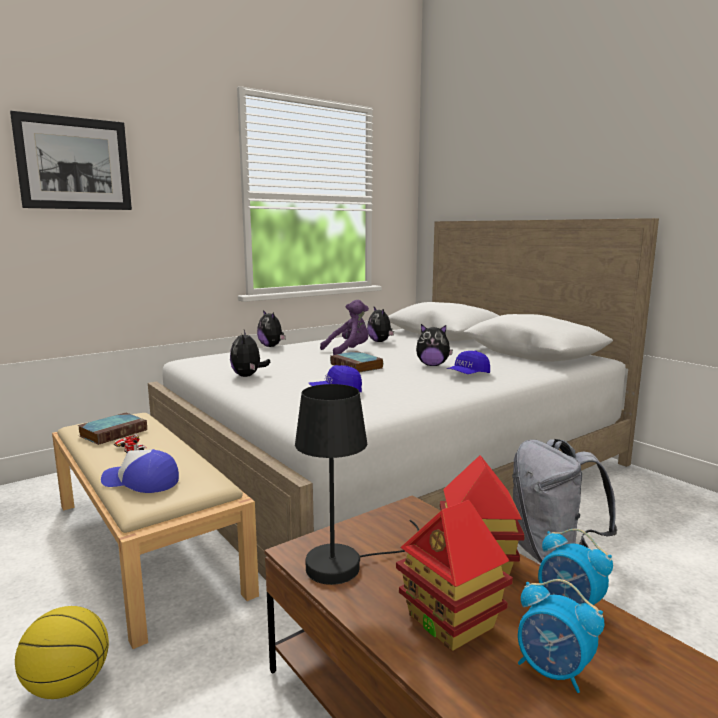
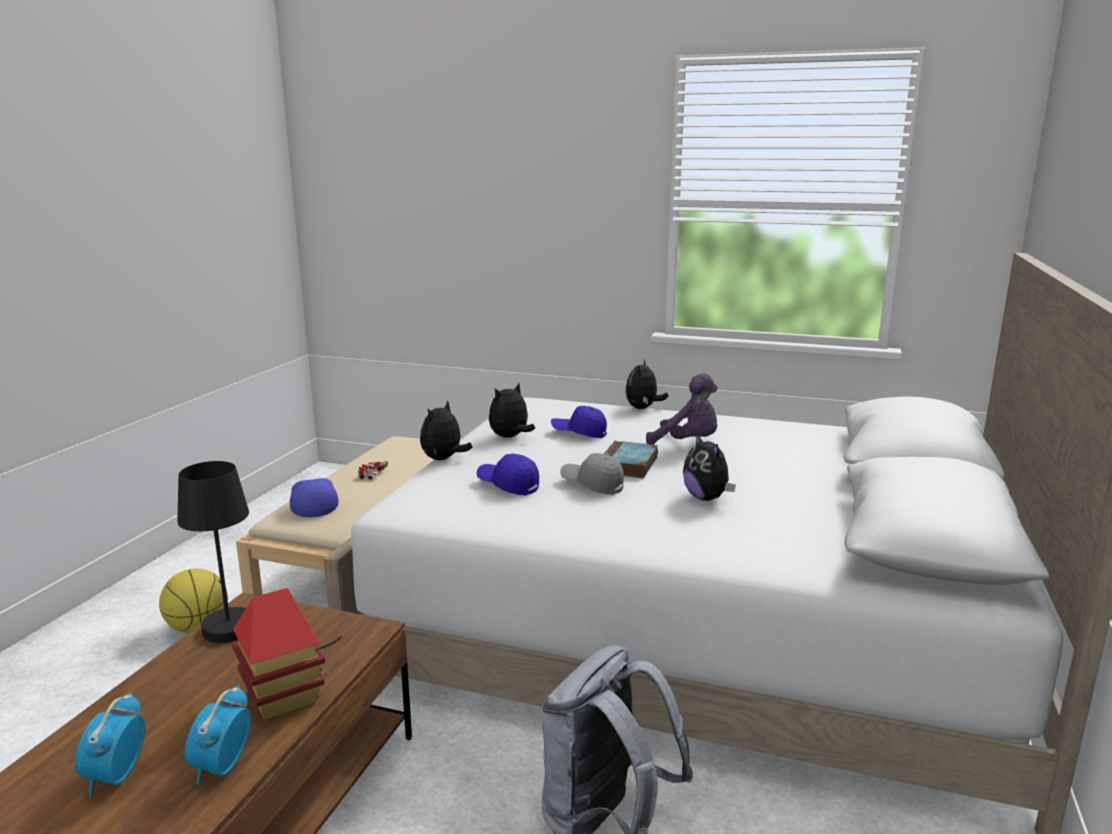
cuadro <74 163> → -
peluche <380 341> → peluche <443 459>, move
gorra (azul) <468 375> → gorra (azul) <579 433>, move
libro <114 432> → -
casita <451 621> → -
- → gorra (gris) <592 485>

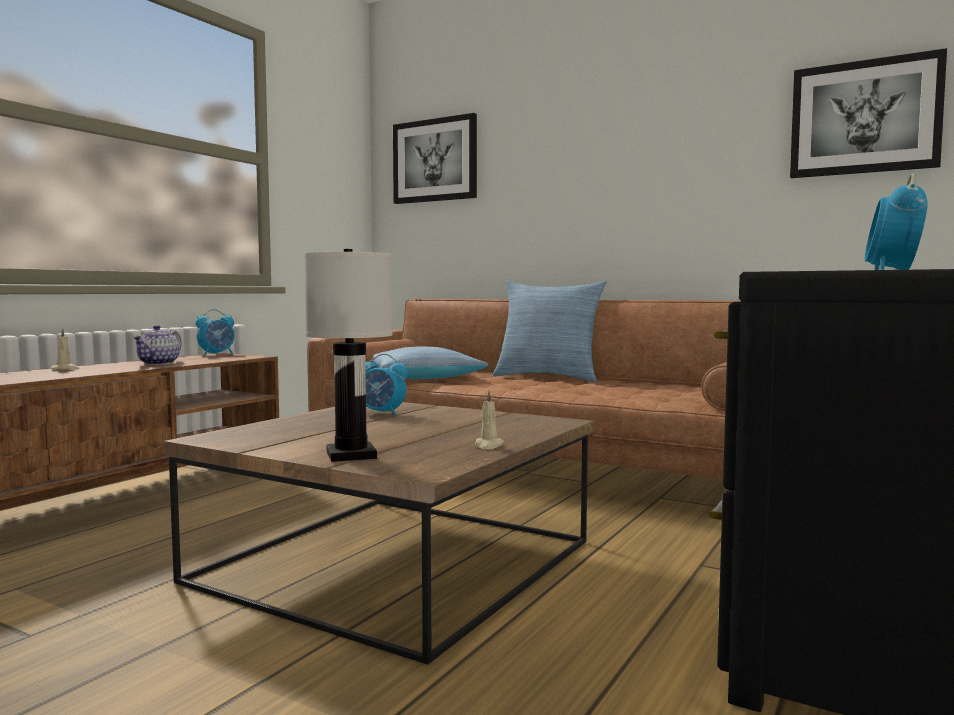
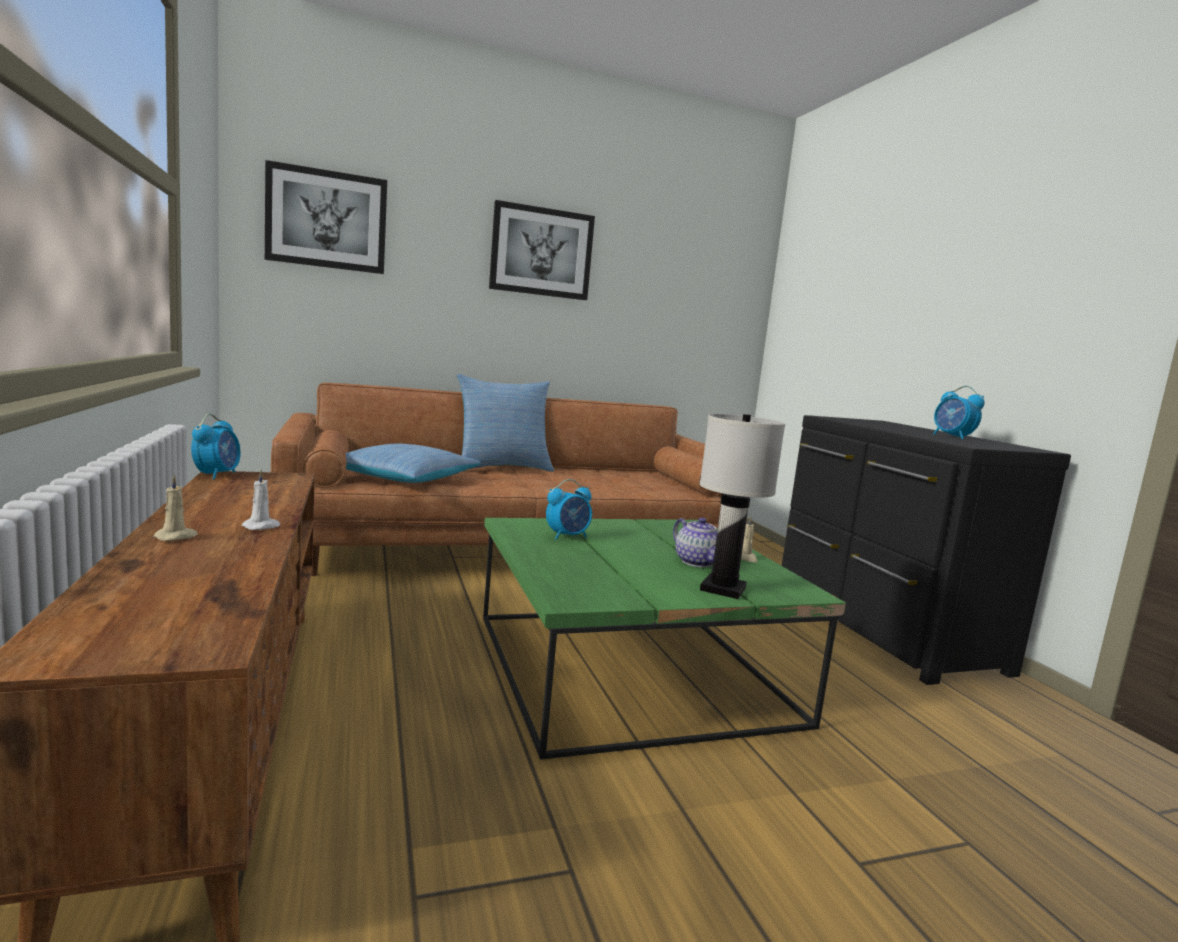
cuadro <864 117> → cuadro <541 252>, move
tetera <159 363> → tetera <697 562>, move
mesa de centro (marrón) <400 560> → mesa de centro (verde) <631 665>
- → vela (blanco) <262 526>

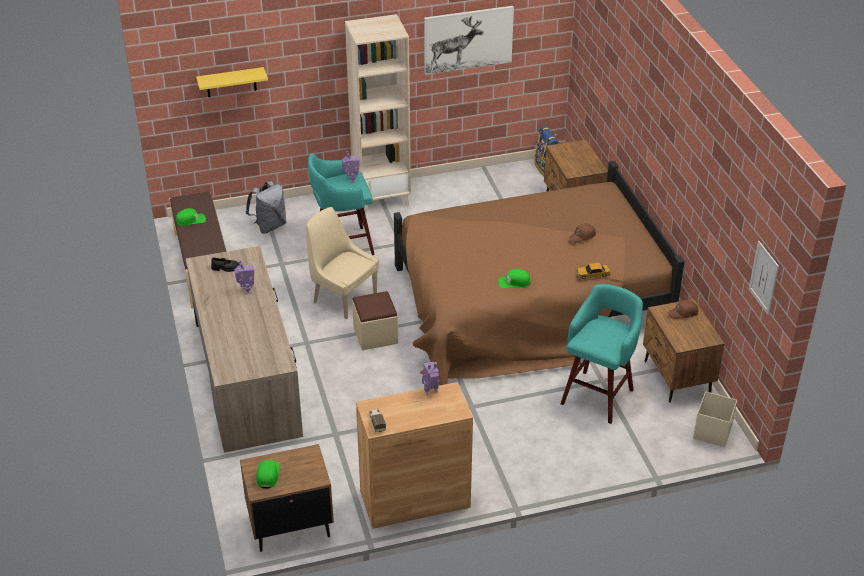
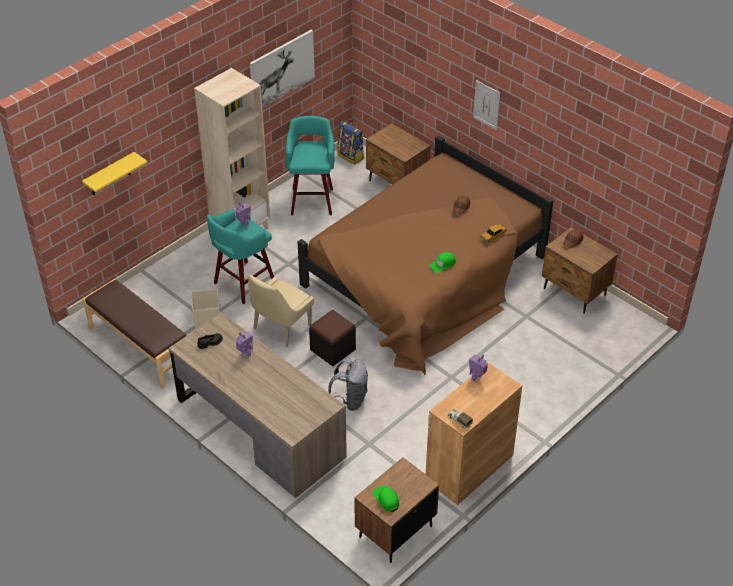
mochila (gris) <269 226> → mochila (gris) <350 400>, move
silla (beis) <343 297> → silla (beis) <280 328>, 60 degrees counterclockwise
gorra (verde) <190 220> → -
cuadro <764 277> → cuadro <486 105>, move
taburete (turquesa) <598 395> → taburete (turquesa) <312 200>, move
puf (beis) <375 335> → puf (negro) <333 349>
caja de almacenaje (beis) <713 431> → caja de almacenaje (beis) <208 319>, move

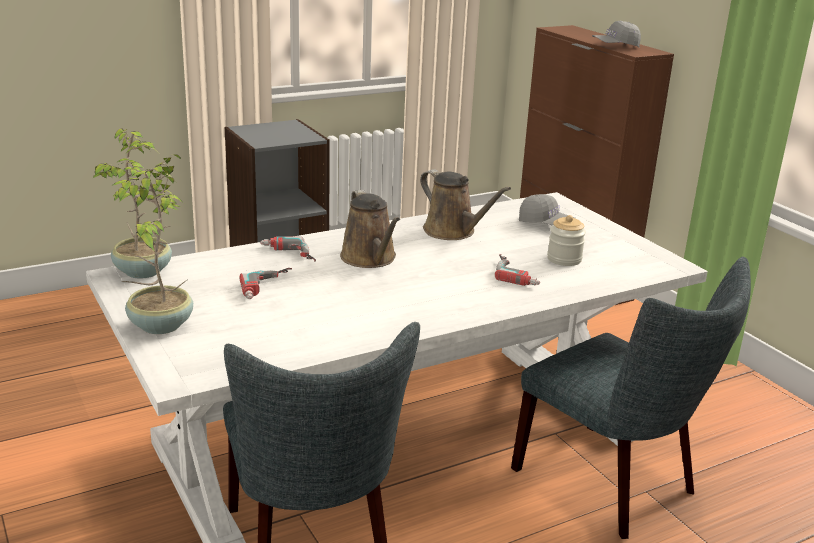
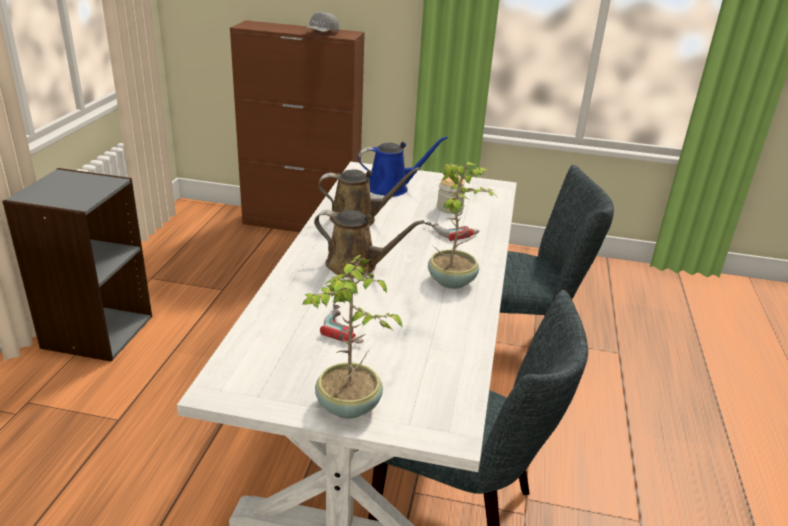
planta en maceta <144 272> → planta en maceta <453 281>, move
gorra (gris) <545 224> → regadera (azul) <392 188>
taladro <287 255> → -

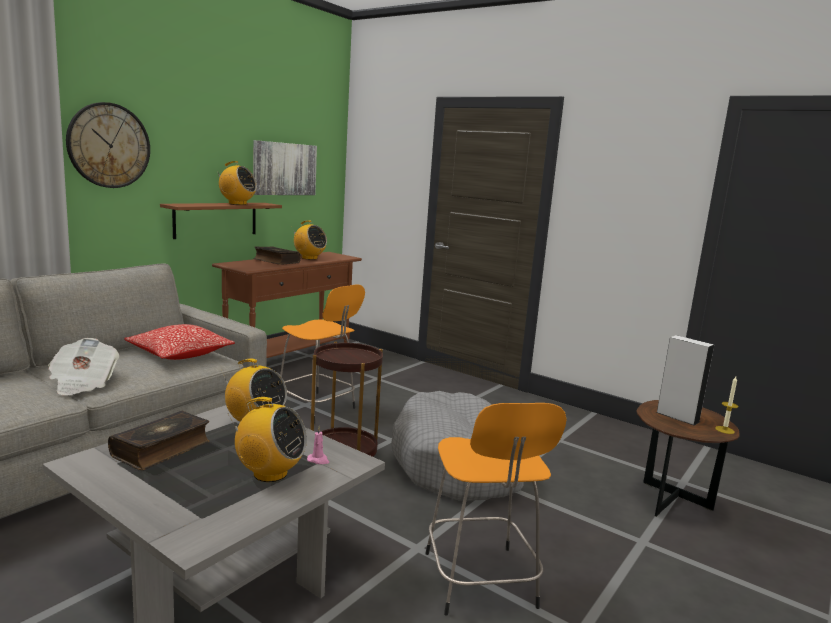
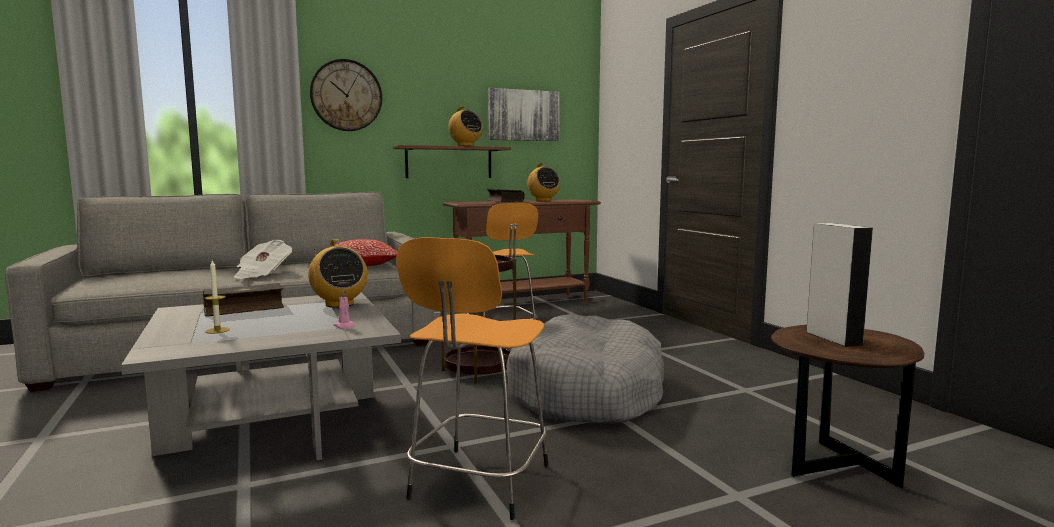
vela <724 430> → vela <217 330>, move
radio <269 473> → -

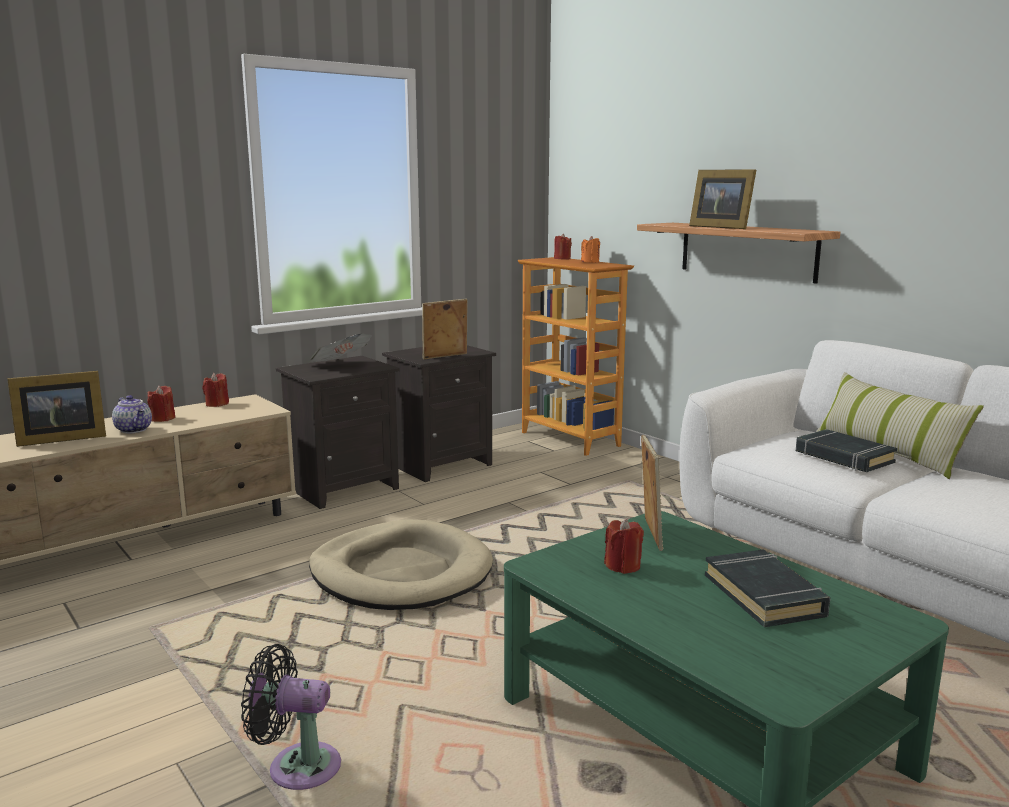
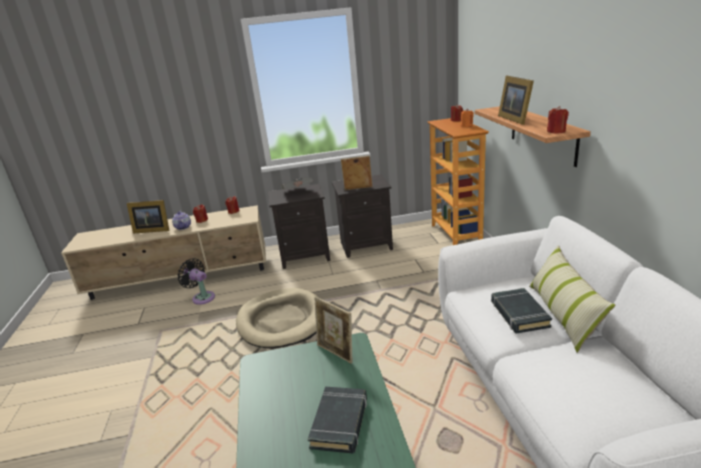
portarretratos <649 534> → portarretratos <336 353>, 105 degrees clockwise
vela (rojo) <623 566> → vela (rojo) <556 131>, move
ventilador (negro) <297 767> → ventilador (negro) <202 297>, move

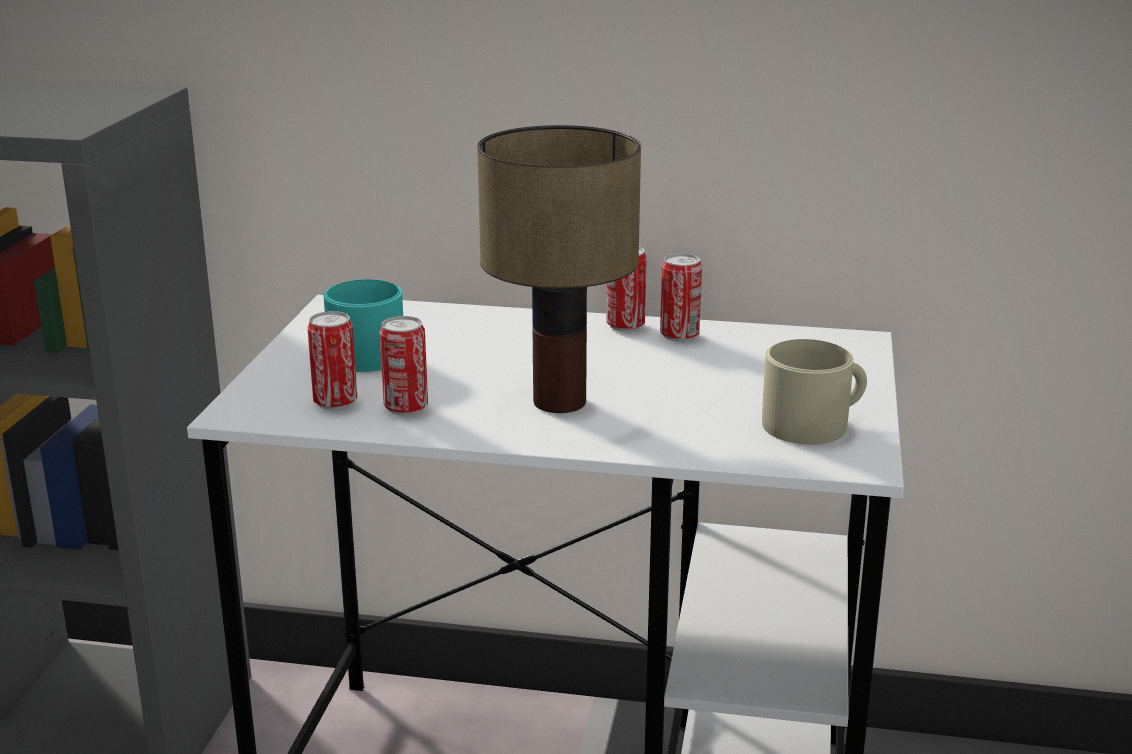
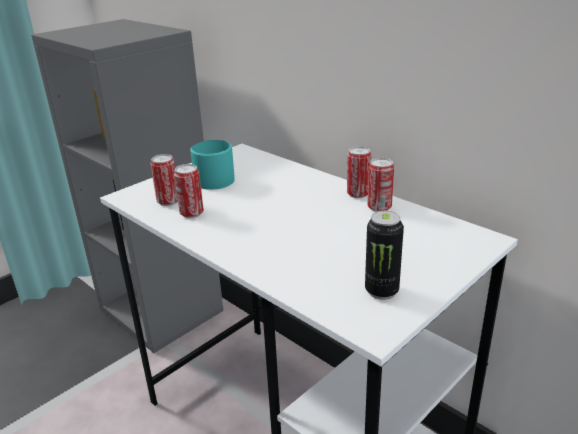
lámpara de mesa <556 402> → -
taza grande (beis) <814 424> → lata <381 291>

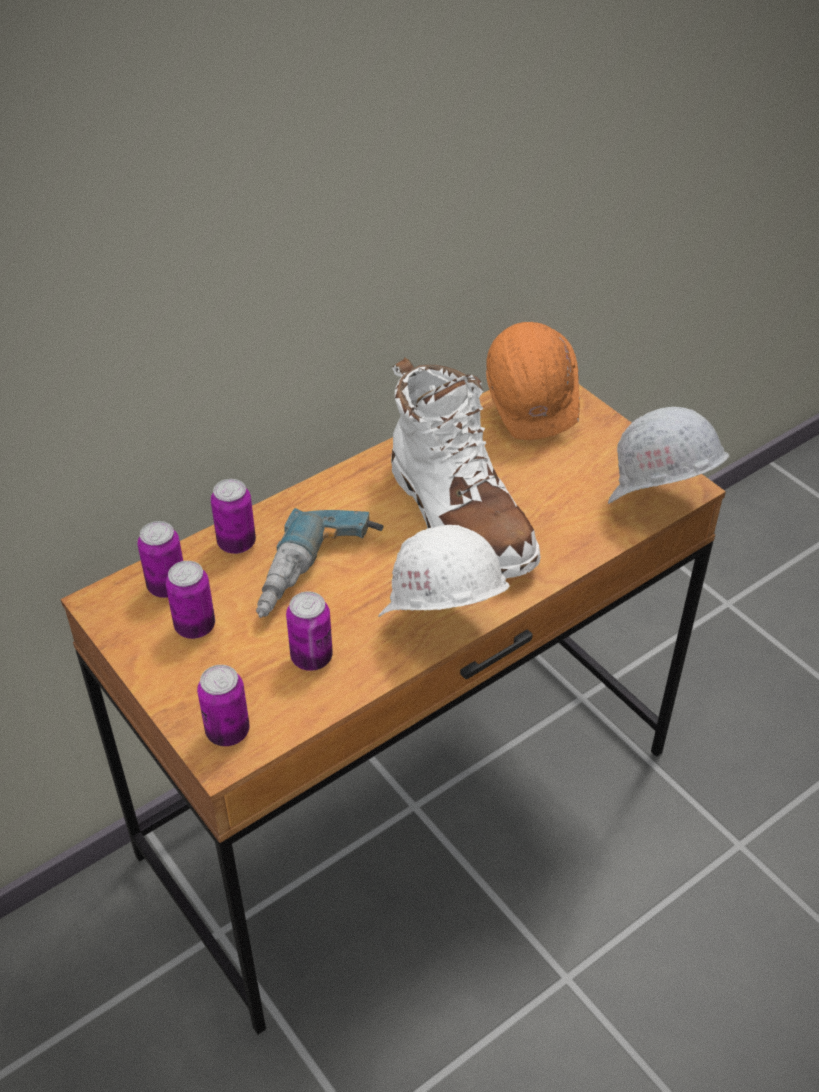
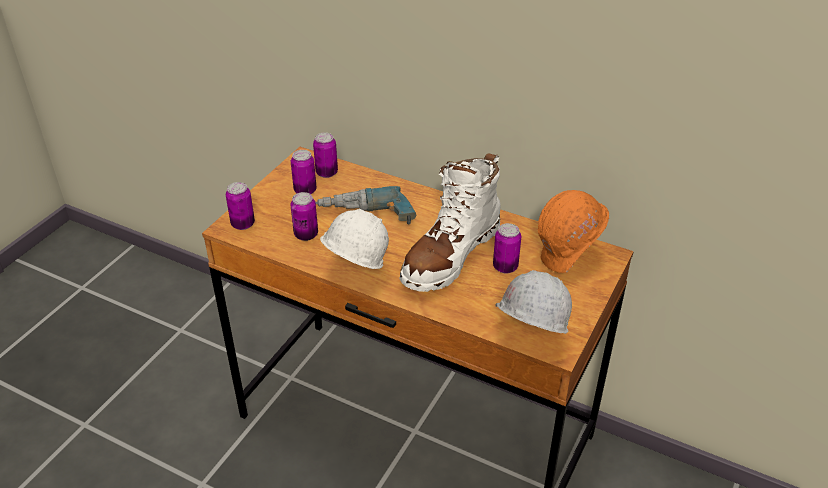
lata <236 543> → lata <505 267>, move

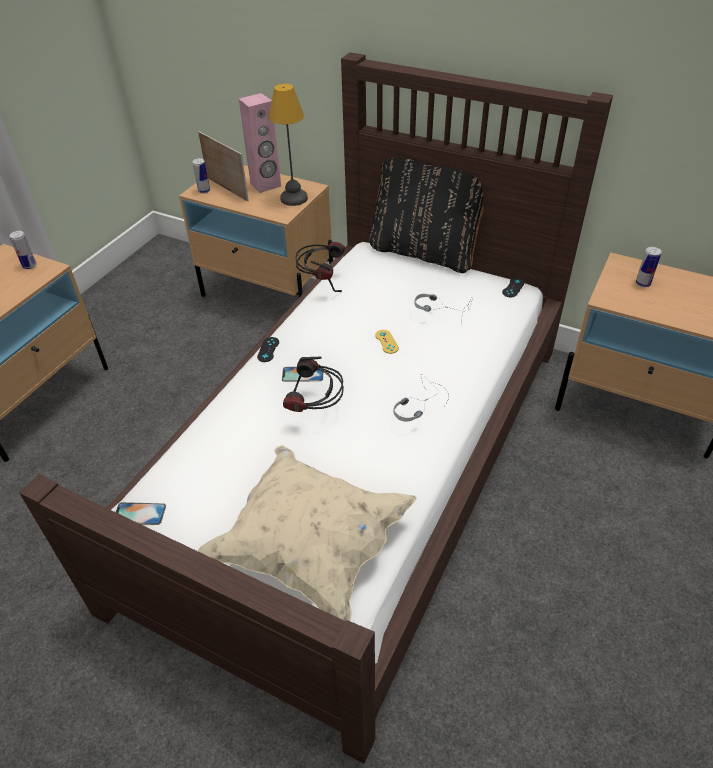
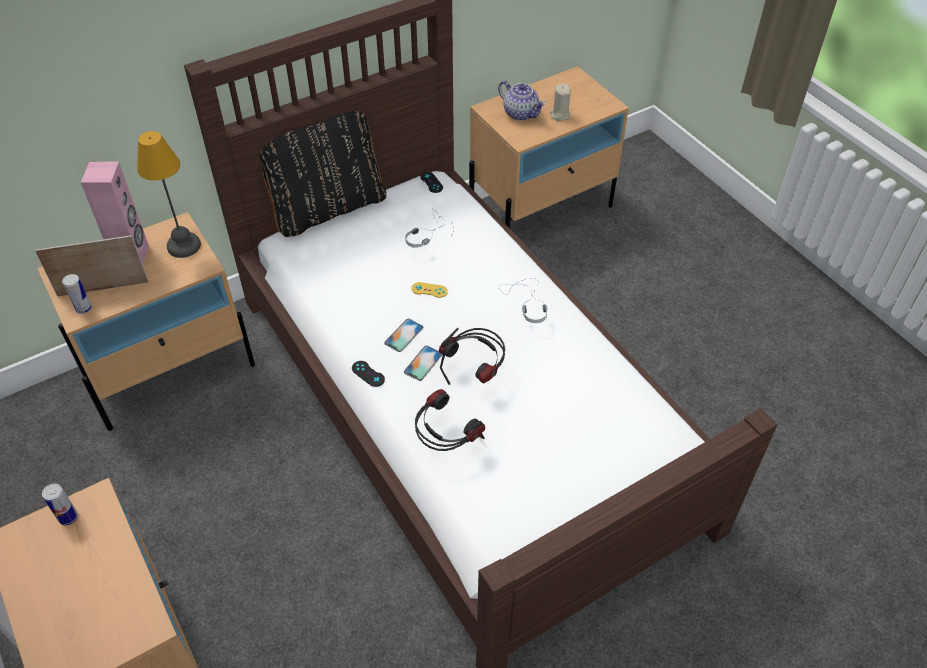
auriculares <321 283> → auriculares <446 443>, move
lata <643 283> → tetera <521 113>
cojín (beis) <311 547> → -
móvil <139 514> → móvil <404 335>, move
- → vela (beis) <559 115>

